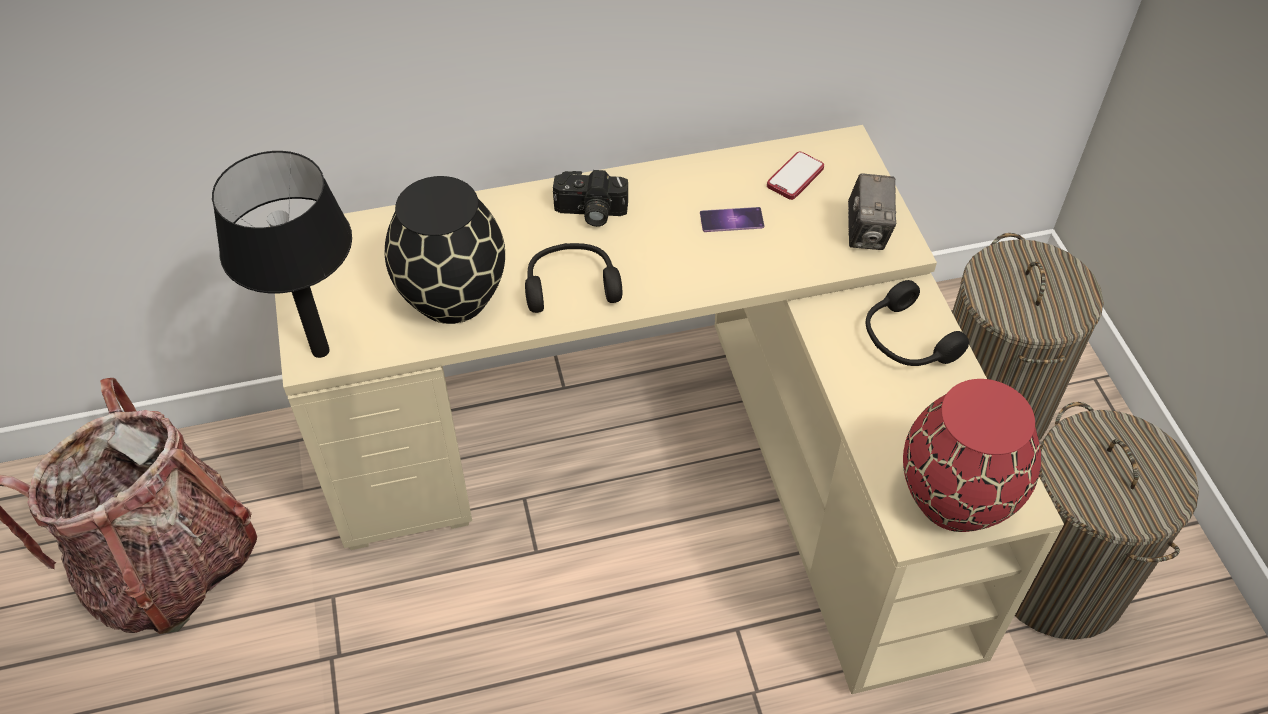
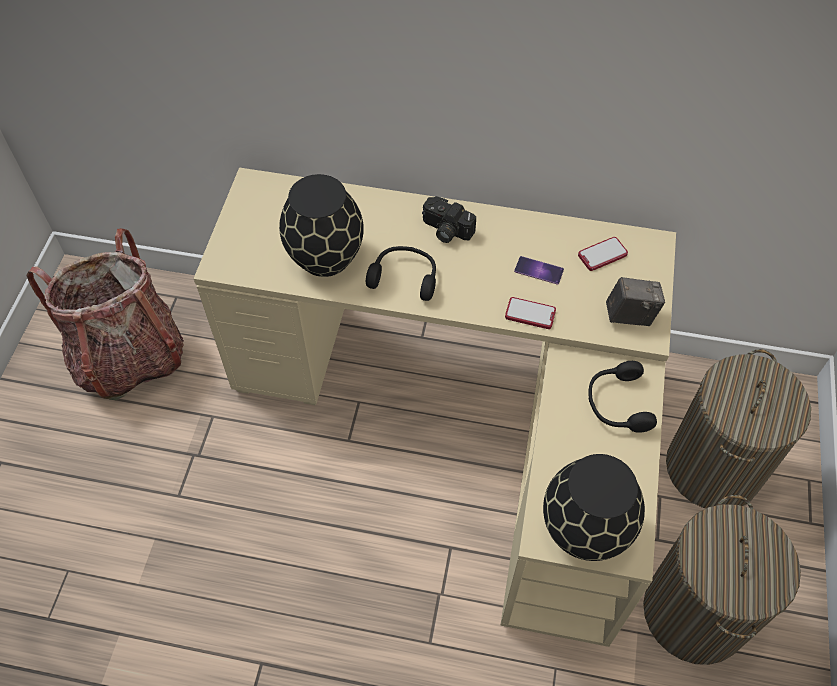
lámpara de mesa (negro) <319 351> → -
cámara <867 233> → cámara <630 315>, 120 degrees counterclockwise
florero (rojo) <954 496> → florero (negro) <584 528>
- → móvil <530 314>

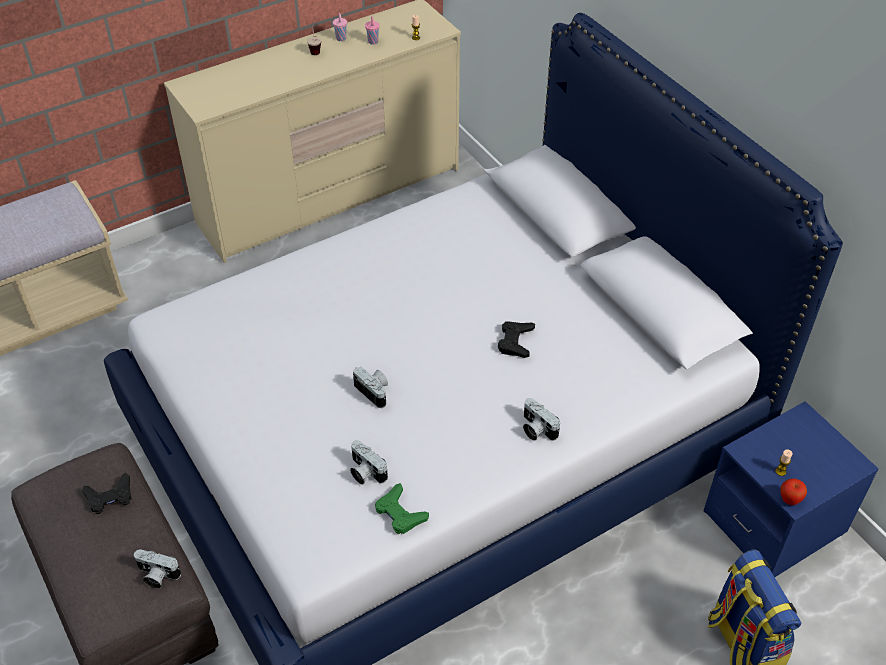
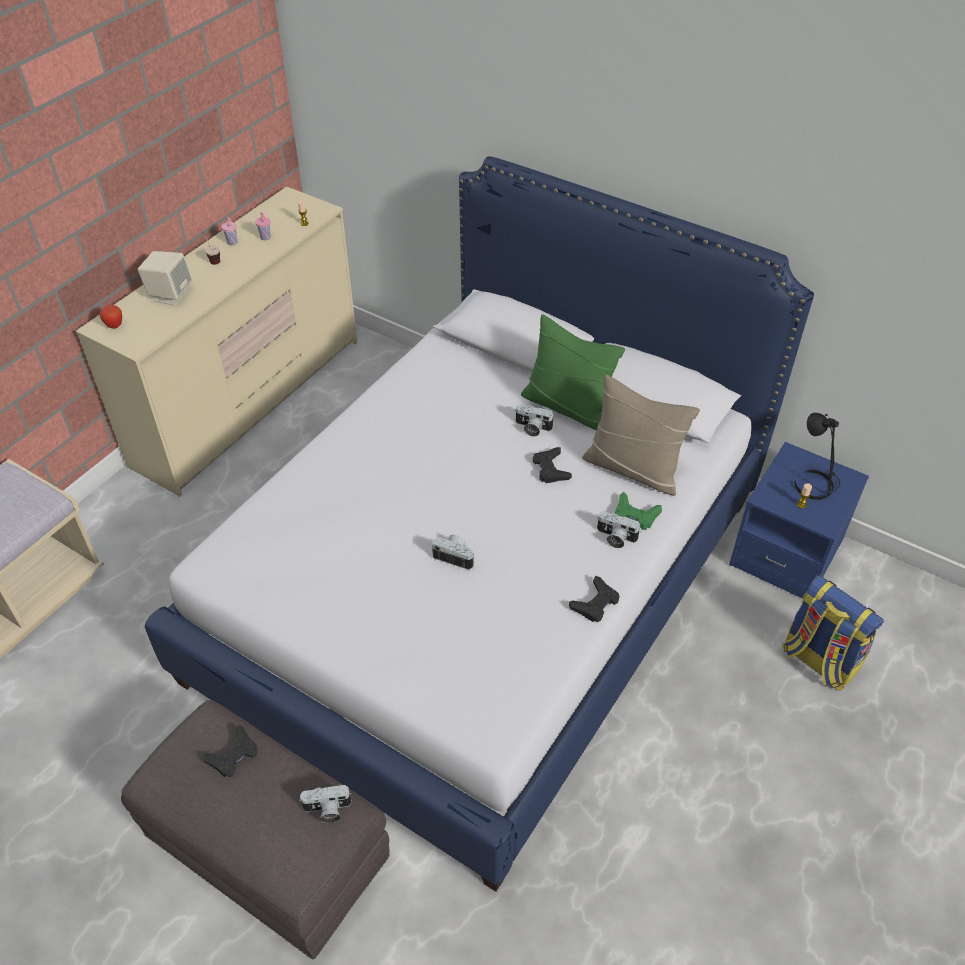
cámara <365 472> → cámara <532 428>, move
manzana <789 500> → manzana <114 326>, move
mando de consola (verde) <400 513> → mando de consola (verde) <635 515>, move
- → altavoz (beis) <170 295>
- → cojín (verde) <567 406>
- → cojín (beis) <633 469>
- → lámpara de mesa (negro) <814 484>
- → mando de consola (negro) <595 603>

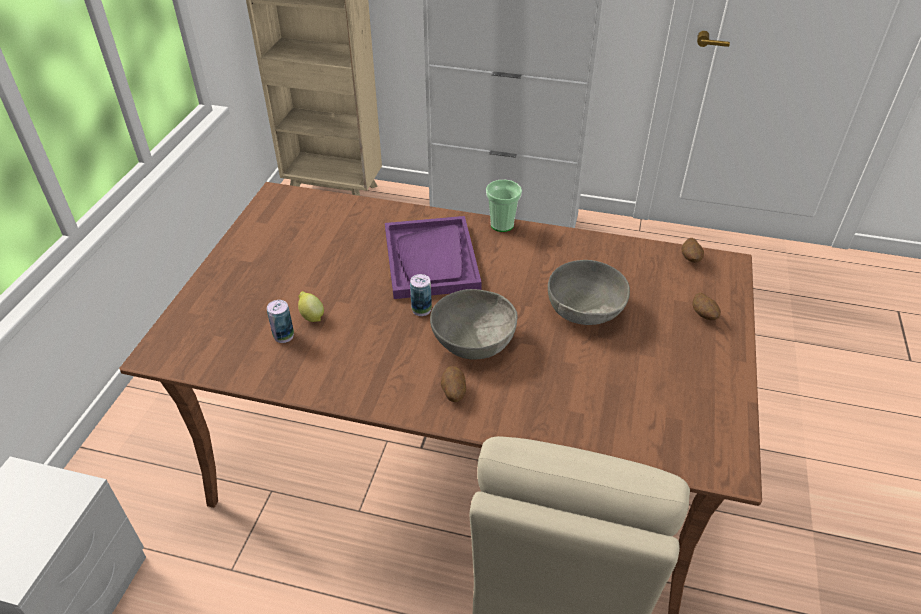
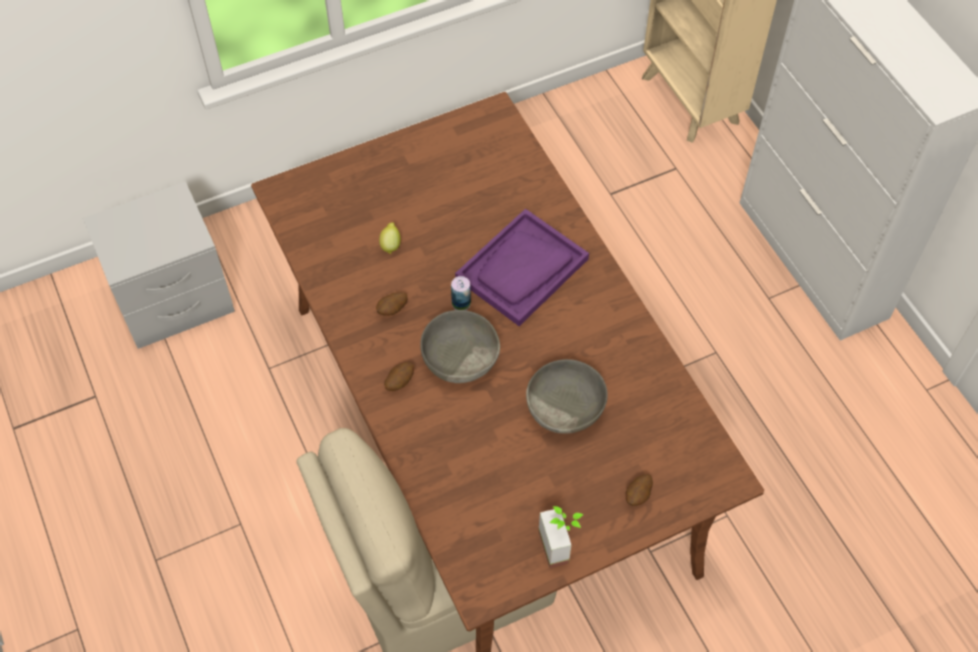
taza <502 225> → -
patata <690 259> → patata <392 310>, move
lata <283 336> → -
- → planta en maceta <561 545>

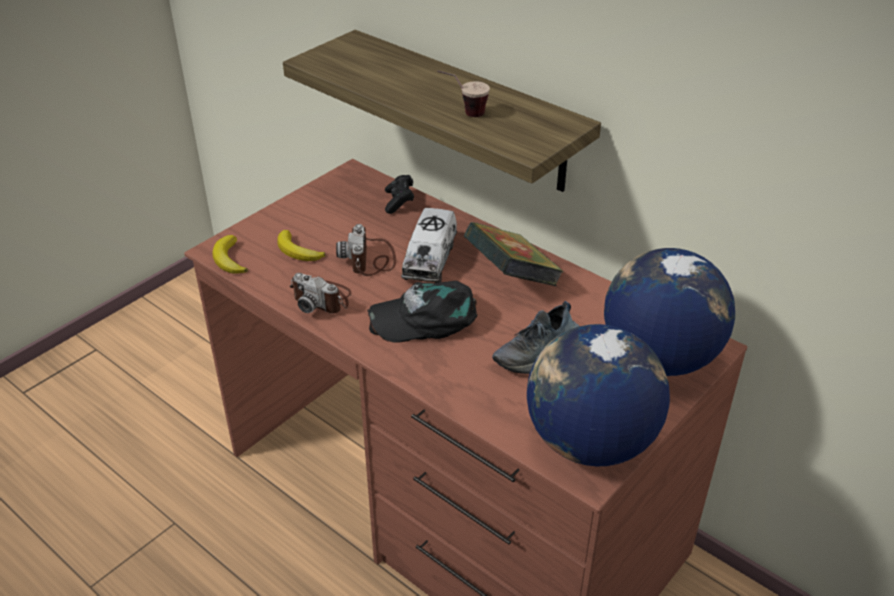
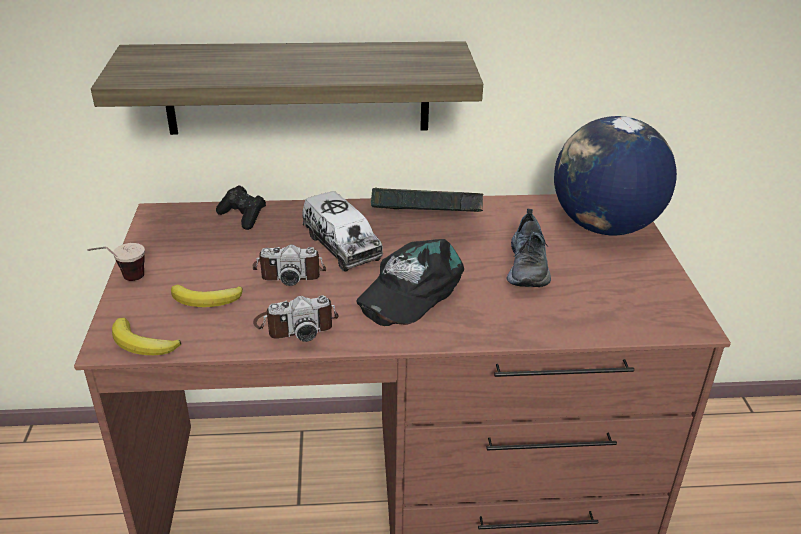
taza <463 113> → taza <123 281>, move
cámara <370 259> → cámara <289 271>, 45 degrees counterclockwise
globo terráqueo <589 442> → -

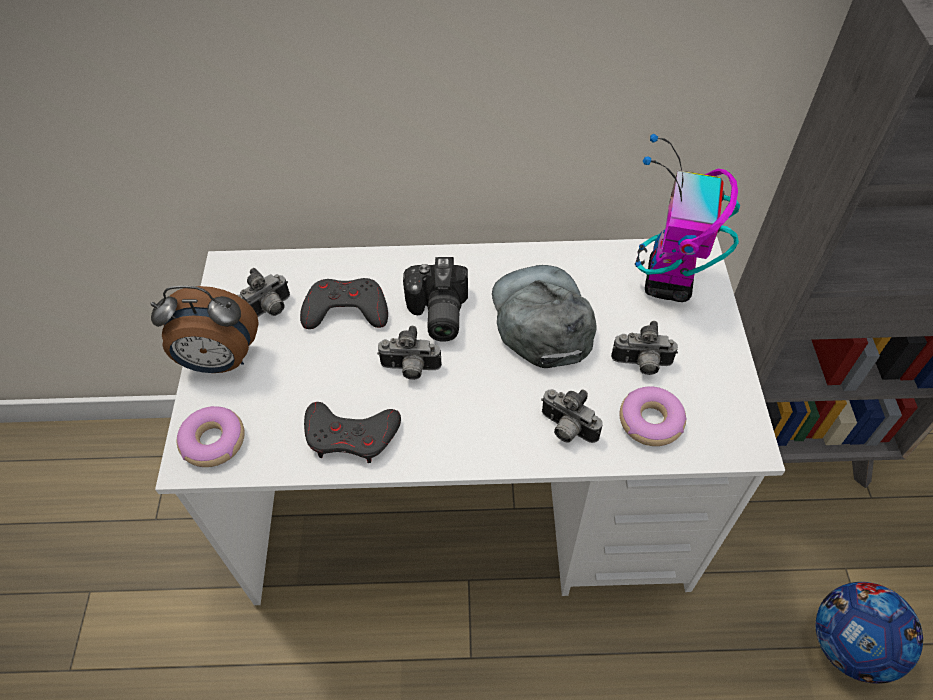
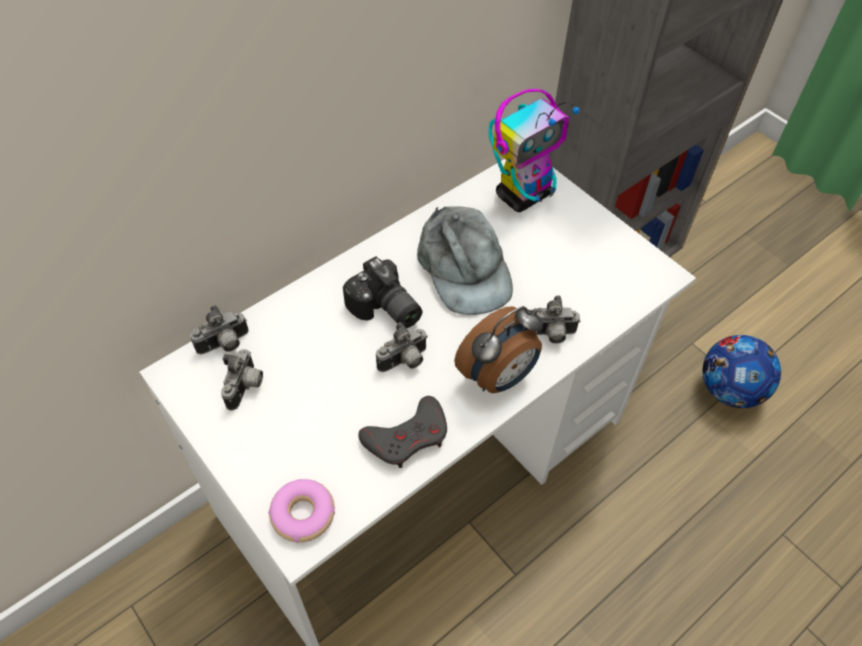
robot de juguete <668 282> → robot de juguete <524 195>, 105 degrees counterclockwise
gorra (gris) <542 318> → gorra (gris) <463 268>, 150 degrees counterclockwise
mando de consola (gris) <346 310> → -
despertador <219 361> → despertador <498 377>, move
cámara <641 365> → cámara <225 345>, move
rosquilla <651 421> → -

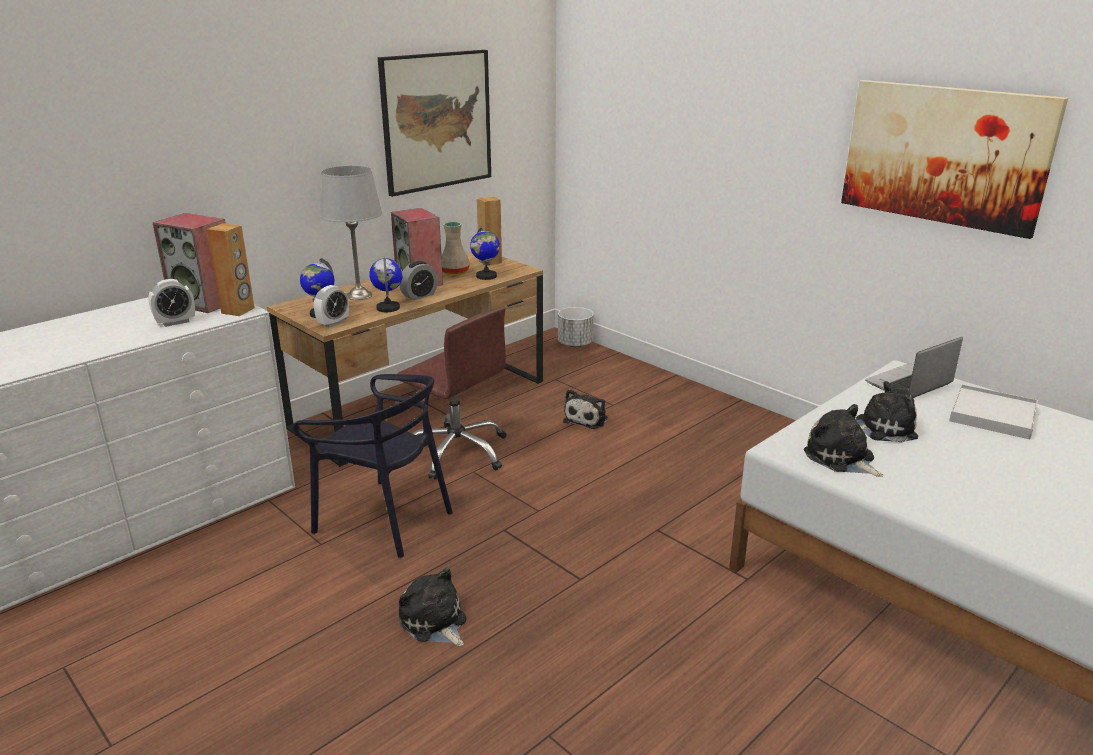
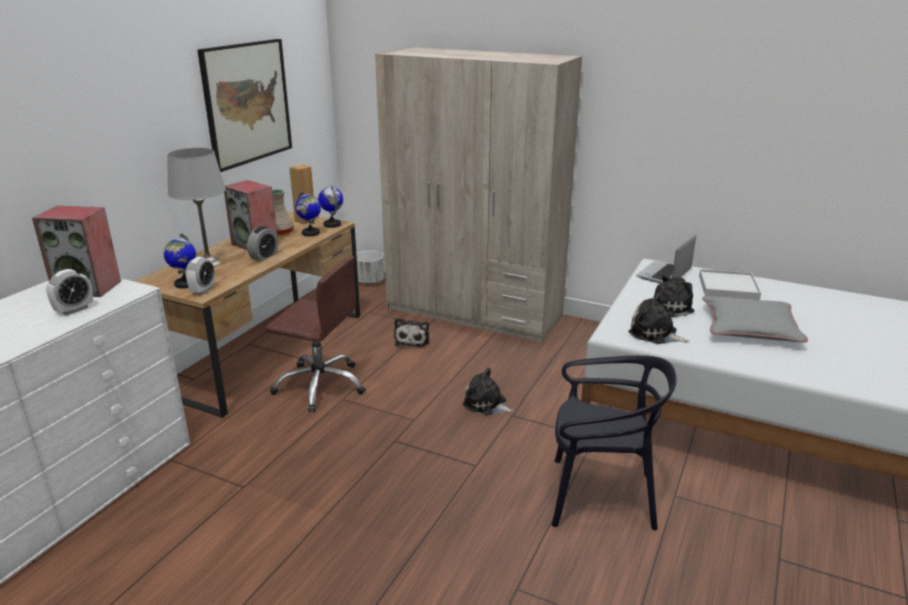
cuadro <944 155> → -
altavoz (marrón) <238 310> → -
globo terráqueo <388 308> → globo terráqueo <332 224>, move
silla (negro) <384 519> → silla (negro) <600 496>, move
peluche <434 622> → peluche <486 404>, move
- → armario ropero (beis) <474 312>
- → cojín (gris) <750 327>

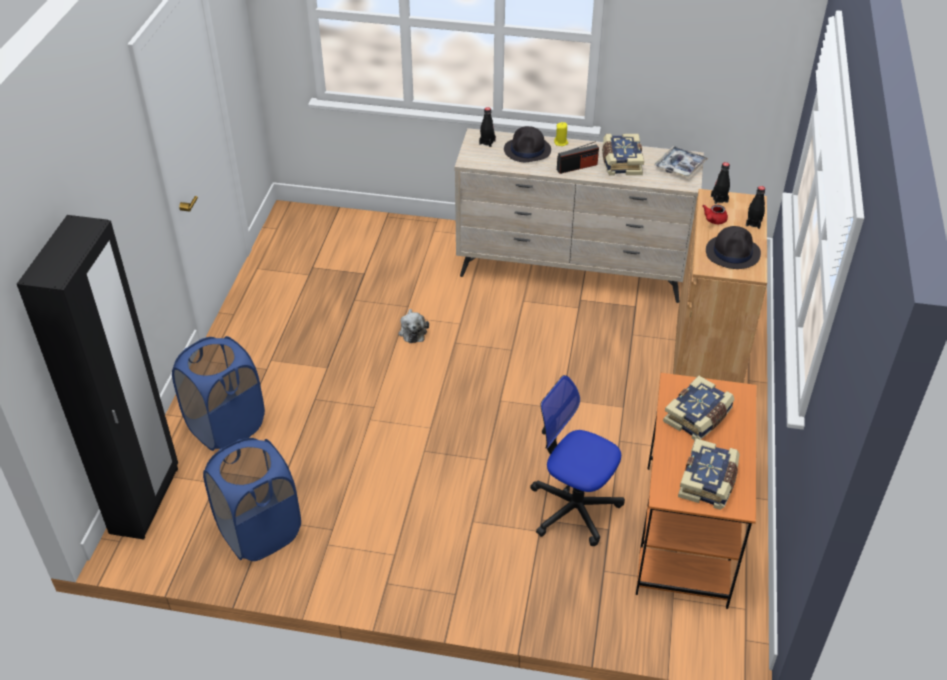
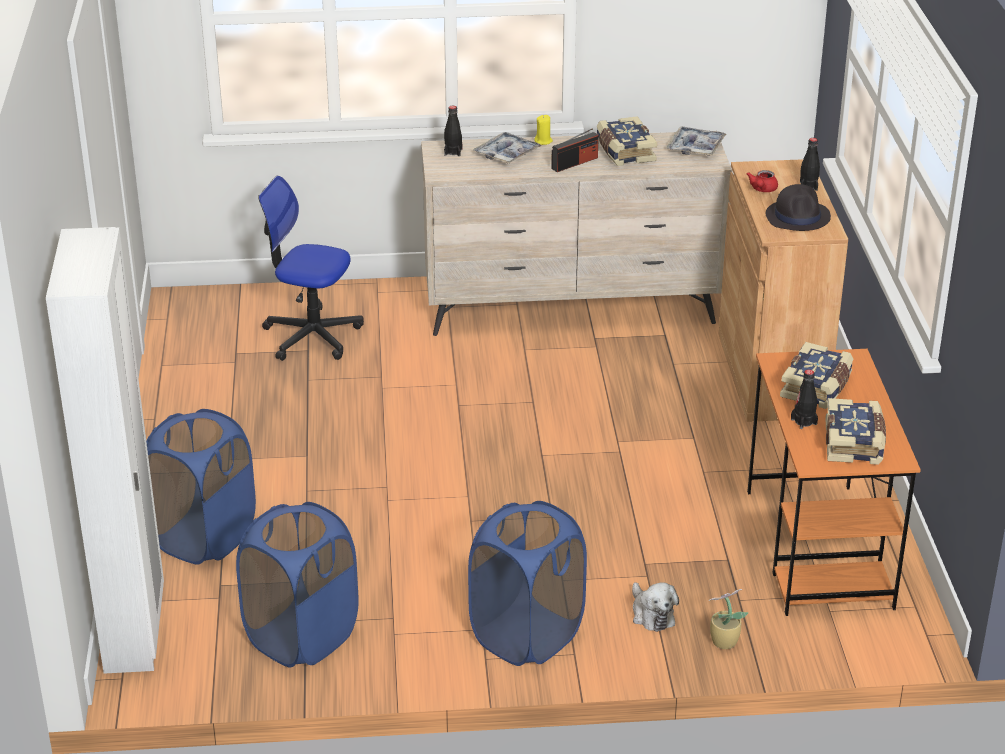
sombrero (negro) <527 150> → bandeja <507 154>
botella (negro) <719 199> → botella (negro) <803 421>, move
armario ropero (negro) <145 501> → armario ropero (blanco) <135 631>
peluche <412 331> → peluche <651 614>, move
silla de oficina <574 508> → silla de oficina <312 336>, move
- → cesto de la ropa (azul) <527 636>
- → planta en maceta <722 642>

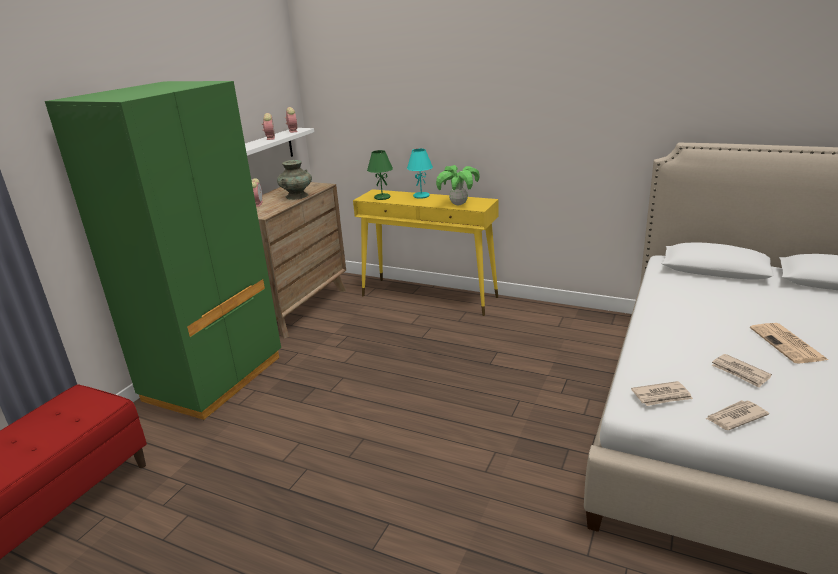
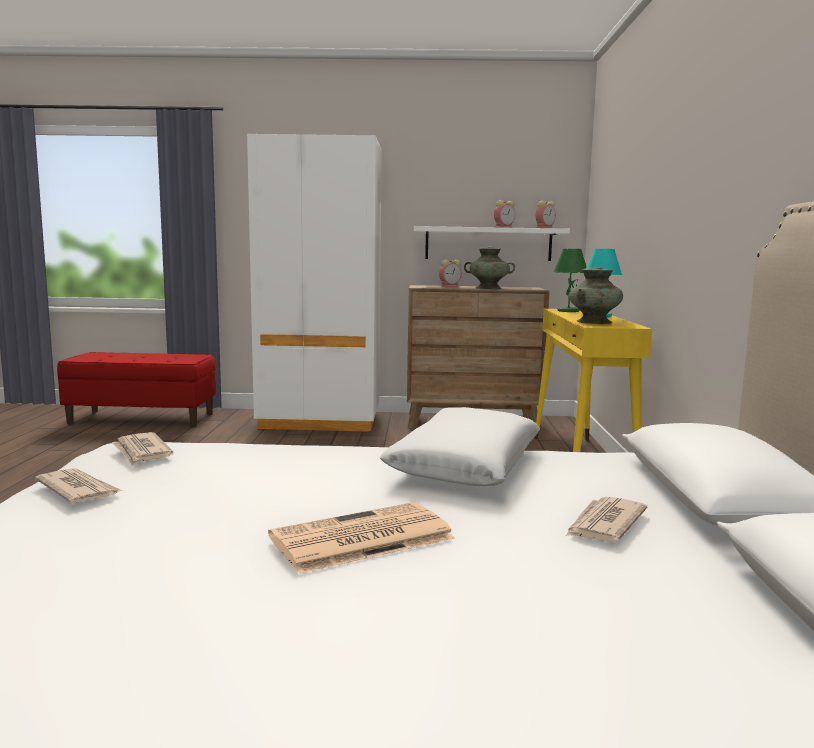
armario ropero (verde) <214 379> → armario ropero (blanco) <319 421>
planta en maceta <458 204> → florero (turquesa) <594 322>
periódico <740 372> → periódico <604 524>, move
- → cojín (blanco) <465 464>

